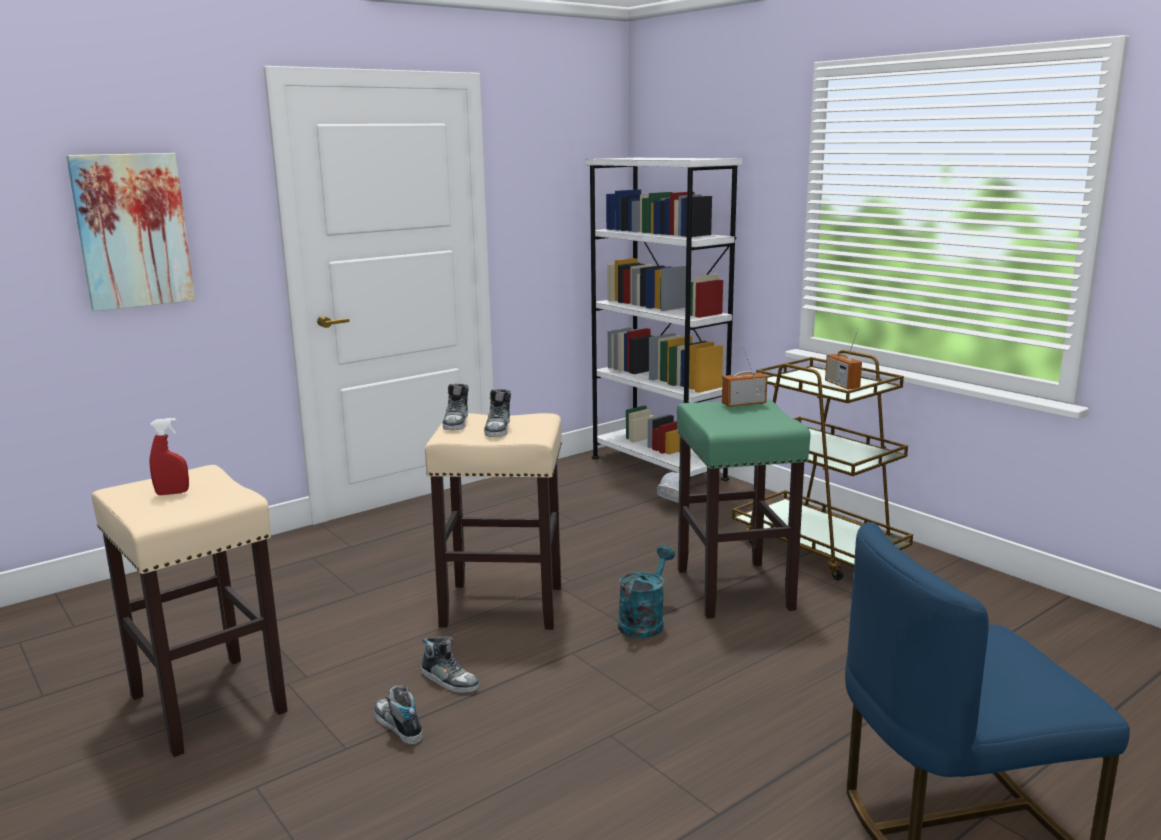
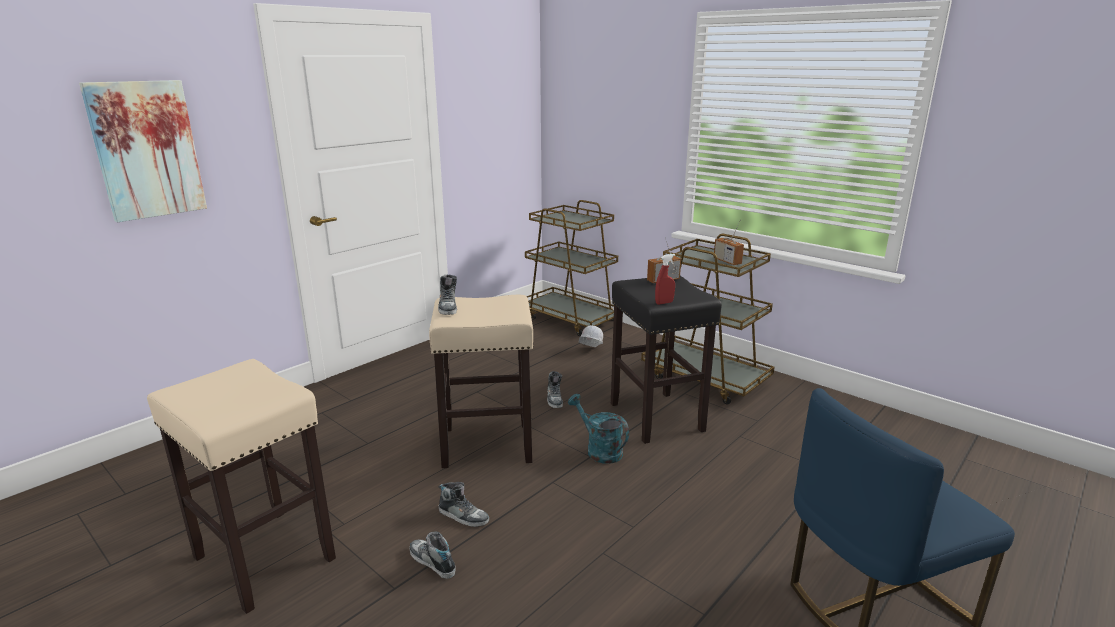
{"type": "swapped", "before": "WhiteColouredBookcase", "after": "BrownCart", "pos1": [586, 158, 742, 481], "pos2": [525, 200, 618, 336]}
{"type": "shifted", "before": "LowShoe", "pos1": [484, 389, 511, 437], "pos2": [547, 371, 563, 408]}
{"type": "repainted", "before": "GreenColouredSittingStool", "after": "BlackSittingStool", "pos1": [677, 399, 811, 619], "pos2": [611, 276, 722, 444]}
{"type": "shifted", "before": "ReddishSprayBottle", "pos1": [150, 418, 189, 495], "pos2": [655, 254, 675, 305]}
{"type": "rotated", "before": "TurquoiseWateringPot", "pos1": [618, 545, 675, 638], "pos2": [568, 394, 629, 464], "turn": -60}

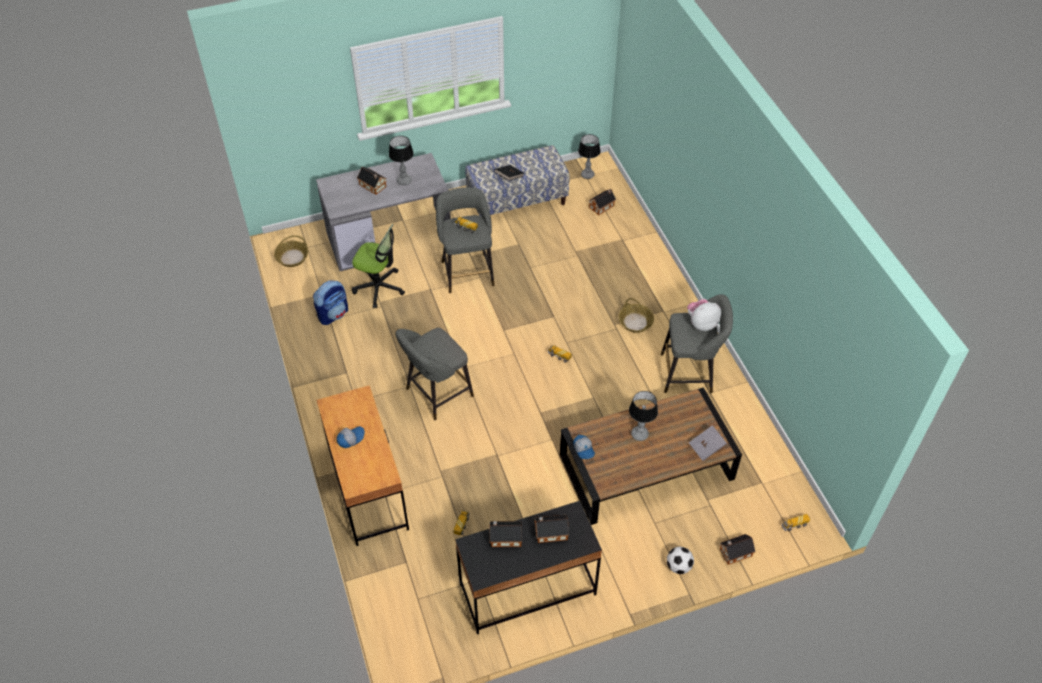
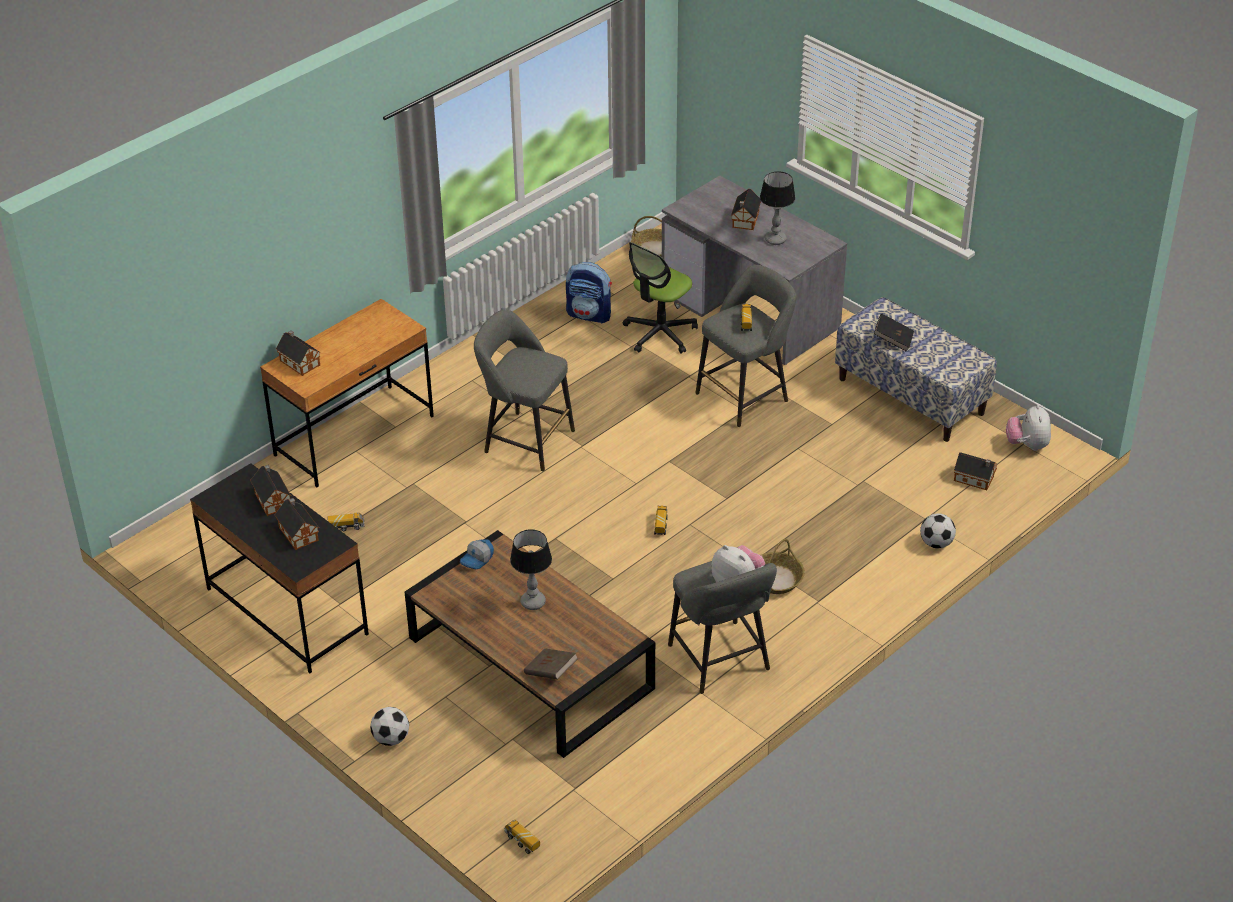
{"type": "swapped", "before": "TabletopLamp", "after": "CuddlyToy", "pos1": [578, 134, 601, 179], "pos2": [1006, 404, 1051, 451]}
{"type": "rotated", "before": "OfficeChair", "pos1": [352, 224, 405, 308], "pos2": [623, 242, 698, 354], "turn": 45}
{"type": "repainted", "before": "GreyVolume", "after": "BrownVolume", "pos1": [689, 425, 727, 461], "pos2": [524, 648, 578, 679]}
{"type": "gone", "before": "PeakedCap", "pos1": [336, 426, 365, 448]}
{"type": "shifted", "before": "ModelHouse", "pos1": [719, 534, 756, 565], "pos2": [276, 330, 321, 376]}
{"type": "new", "after": "BallForFootball", "pos2": [920, 513, 956, 548]}

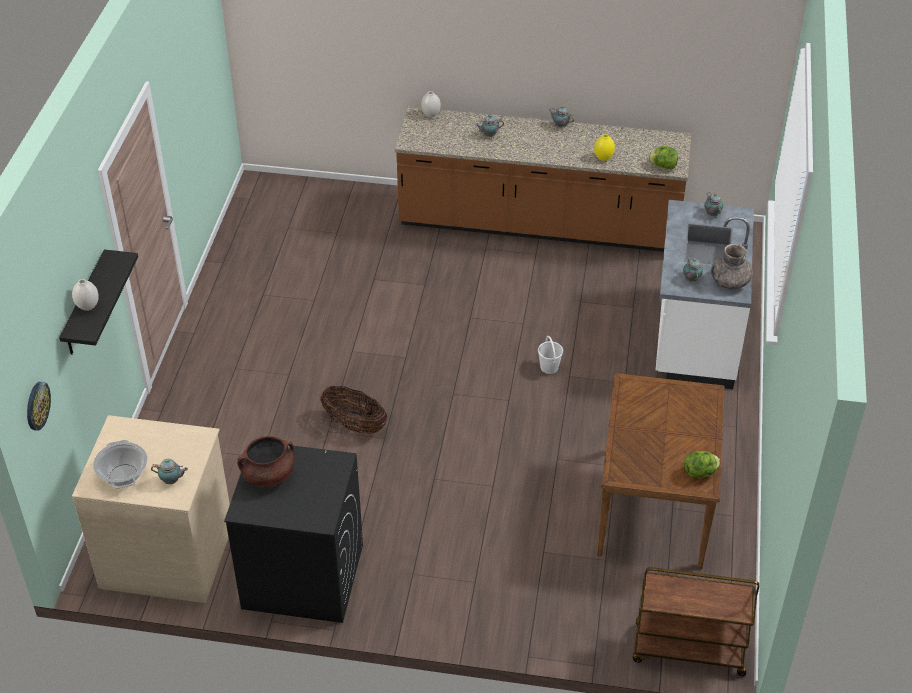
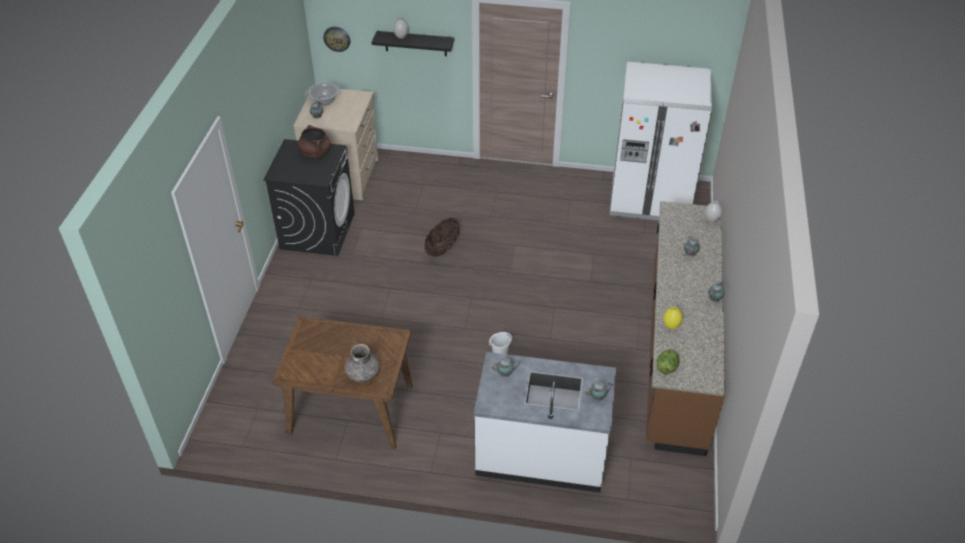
{"type": "shifted", "before": "GreyFlowerVase", "pos1": [711, 244, 753, 289], "pos2": [345, 344, 380, 383]}
{"type": "gone", "before": "Lettuce", "pos1": [684, 451, 720, 478]}
{"type": "gone", "before": "BrownCart", "pos1": [633, 567, 759, 676]}
{"type": "new", "after": "WhiteColouredKitchenFridge", "pos2": [609, 62, 712, 220]}

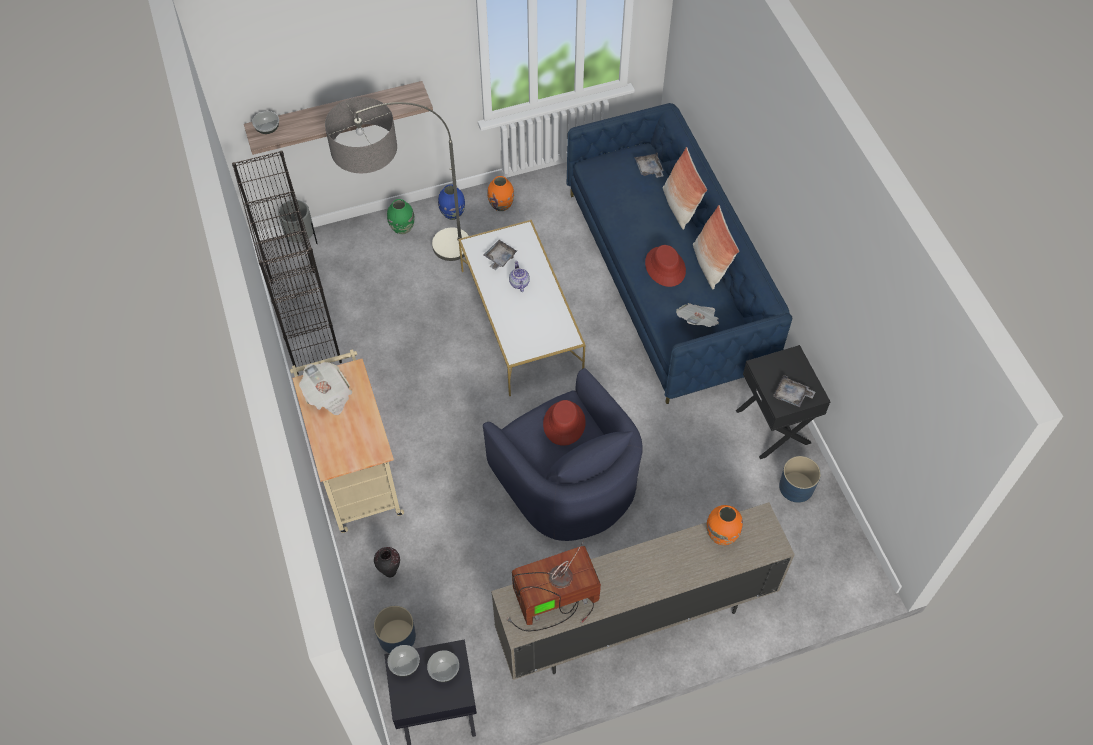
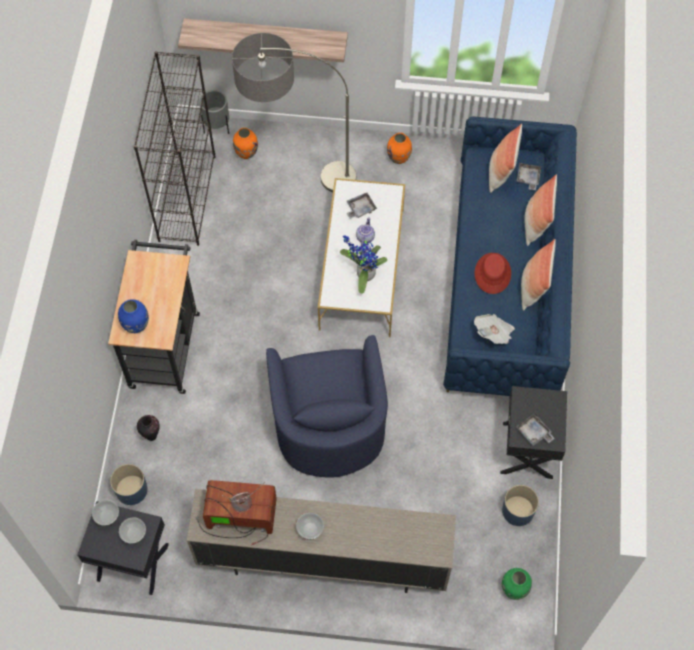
{"type": "shifted", "before": "ServingBowl", "pos1": [252, 111, 279, 134], "pos2": [296, 513, 324, 540]}
{"type": "shifted", "before": "BlueColouredFlowerVase", "pos1": [438, 184, 465, 220], "pos2": [118, 299, 149, 333]}
{"type": "shifted", "before": "GreenColouredFlowerVase", "pos1": [387, 199, 415, 234], "pos2": [502, 568, 532, 600]}
{"type": "repainted", "before": "SandColouredCart", "after": "BlackCart", "pos1": [290, 349, 404, 533], "pos2": [108, 240, 200, 394]}
{"type": "gone", "before": "Newspaper", "pos1": [299, 362, 352, 415]}
{"type": "gone", "before": "ReddishClothingHat", "pos1": [543, 400, 586, 446]}
{"type": "shifted", "before": "OrangeyFlowerVase", "pos1": [706, 505, 743, 545], "pos2": [233, 128, 258, 159]}
{"type": "new", "after": "Cushion", "pos2": [489, 124, 522, 193]}
{"type": "new", "after": "PlantInAPot", "pos2": [340, 234, 387, 294]}

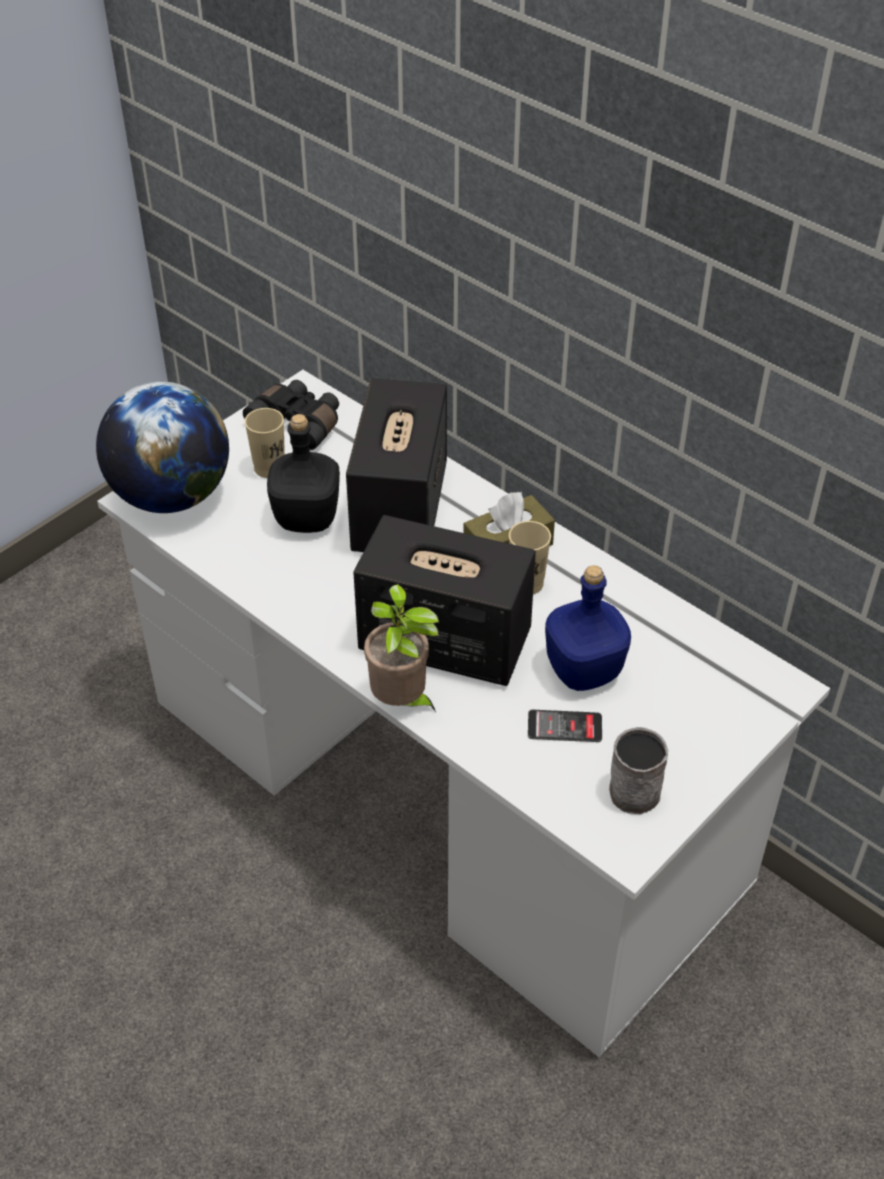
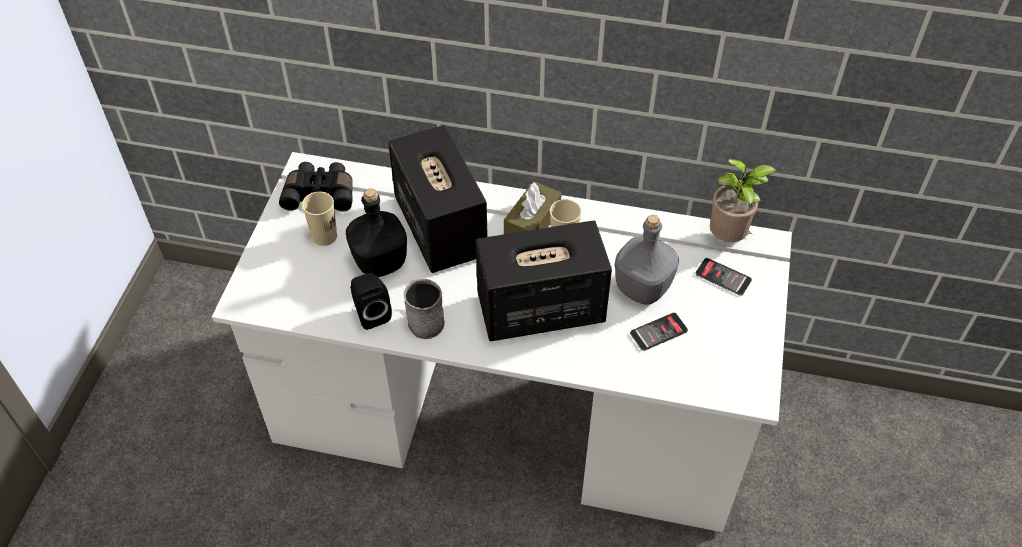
{"type": "gone", "before": "DeskGlobe", "pos1": [96, 382, 229, 513]}
{"type": "repainted", "before": "BlueColouredBottle", "after": "GreyBottle", "pos1": [545, 565, 631, 691], "pos2": [615, 215, 679, 305]}
{"type": "shifted", "before": "PlantInAPot", "pos1": [364, 584, 439, 712], "pos2": [710, 159, 776, 242]}
{"type": "shifted", "before": "GreyMug", "pos1": [609, 727, 668, 814], "pos2": [404, 279, 445, 339]}
{"type": "new", "after": "Phone", "pos2": [695, 258, 752, 296]}
{"type": "new", "after": "BlackAudioSpeaker", "pos2": [350, 273, 392, 330]}

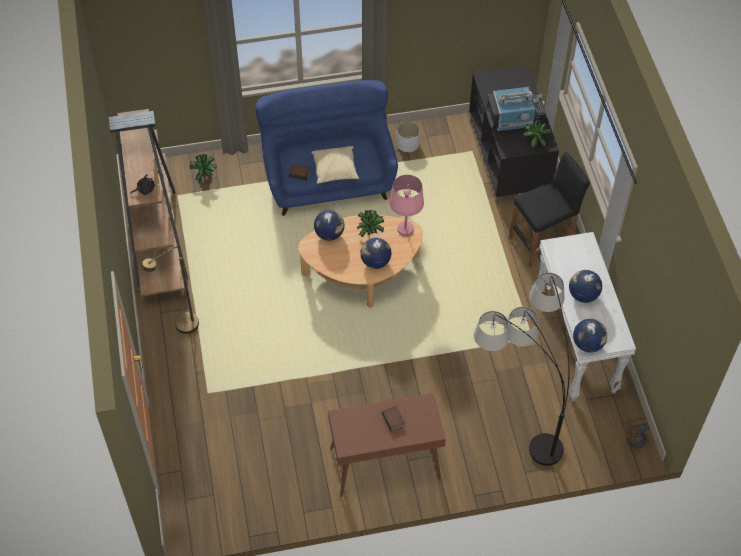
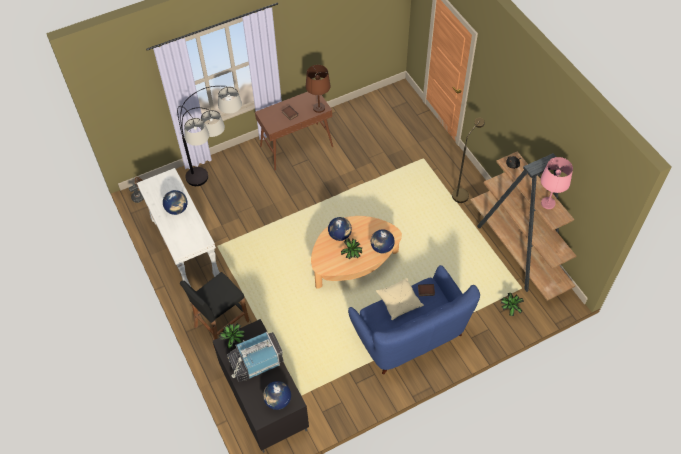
{"type": "gone", "before": "WhiteColouredPlantPot", "pos1": [397, 121, 420, 152]}
{"type": "shifted", "before": "PinkColouredTabletopLamp", "pos1": [390, 175, 424, 236], "pos2": [541, 157, 573, 209]}
{"type": "shifted", "before": "DeskGlobe", "pos1": [573, 319, 607, 352], "pos2": [263, 381, 291, 410]}
{"type": "new", "after": "BrownTabletopLamp", "pos2": [306, 65, 331, 113]}

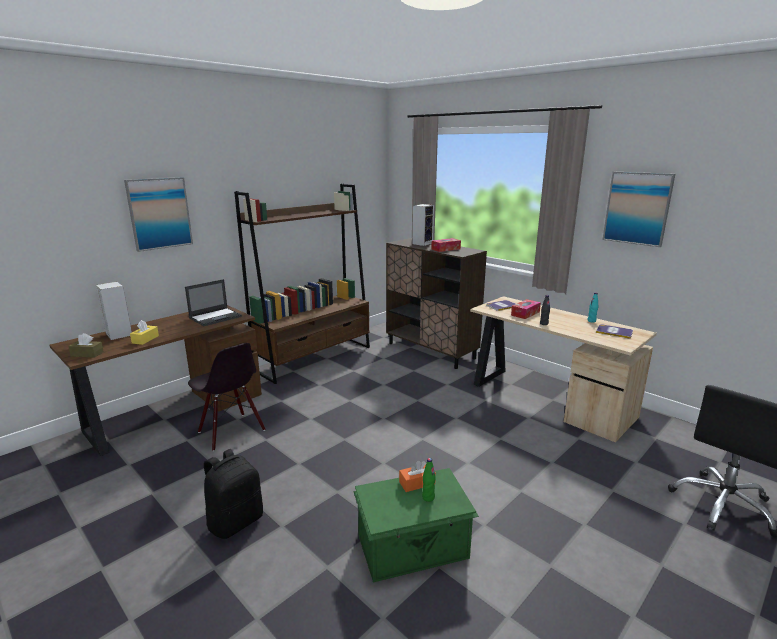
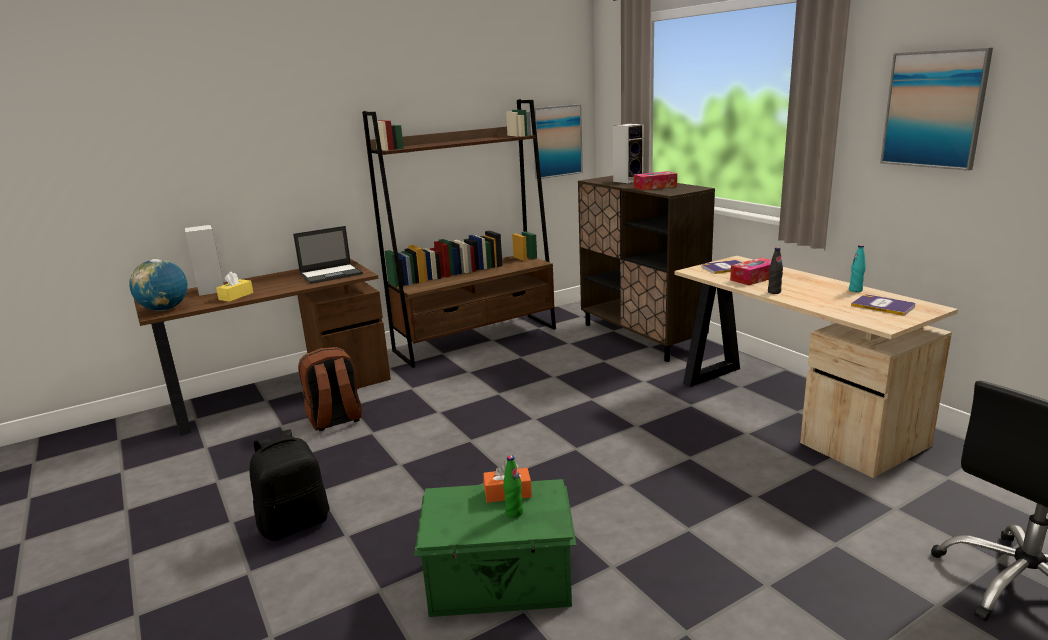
{"type": "shifted", "before": "WallPicture", "pos1": [124, 177, 193, 252], "pos2": [534, 104, 583, 179]}
{"type": "swapped", "before": "BrownBoxOfTissues", "after": "DeskGlobe", "pos1": [68, 333, 104, 358], "pos2": [129, 259, 188, 311]}
{"type": "swapped", "before": "BlackPlainChair", "after": "BrownBackpack", "pos1": [188, 343, 266, 451], "pos2": [298, 347, 362, 431]}

